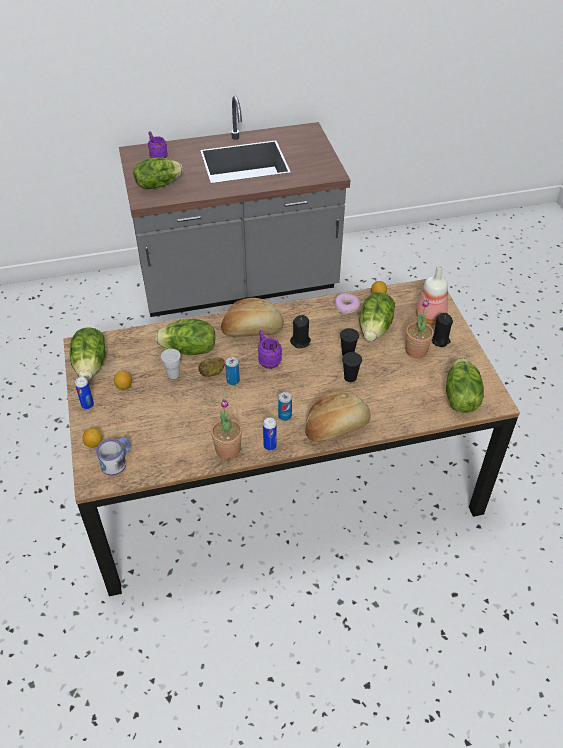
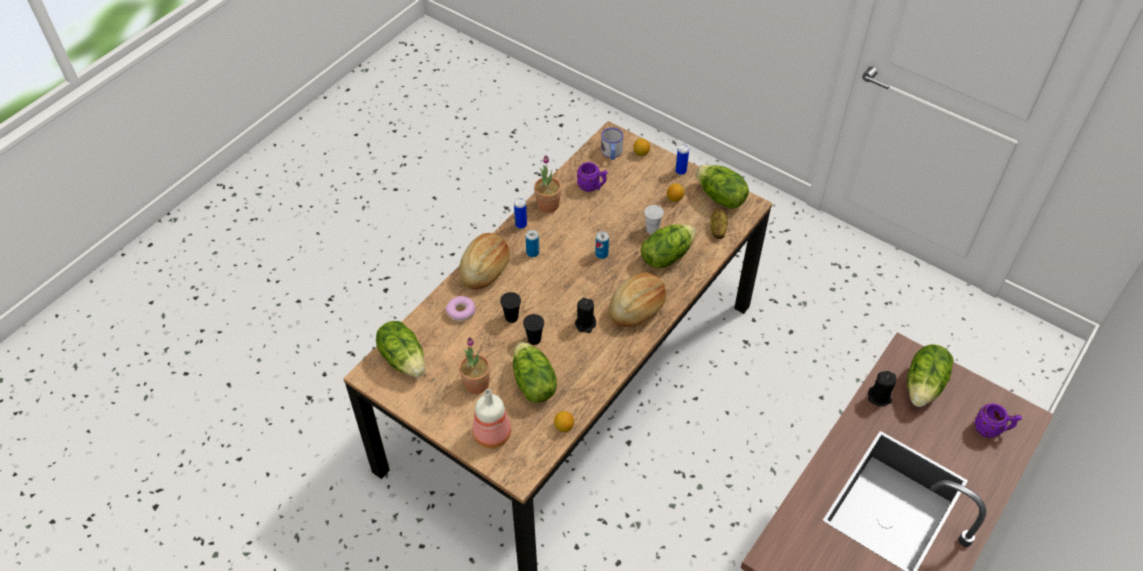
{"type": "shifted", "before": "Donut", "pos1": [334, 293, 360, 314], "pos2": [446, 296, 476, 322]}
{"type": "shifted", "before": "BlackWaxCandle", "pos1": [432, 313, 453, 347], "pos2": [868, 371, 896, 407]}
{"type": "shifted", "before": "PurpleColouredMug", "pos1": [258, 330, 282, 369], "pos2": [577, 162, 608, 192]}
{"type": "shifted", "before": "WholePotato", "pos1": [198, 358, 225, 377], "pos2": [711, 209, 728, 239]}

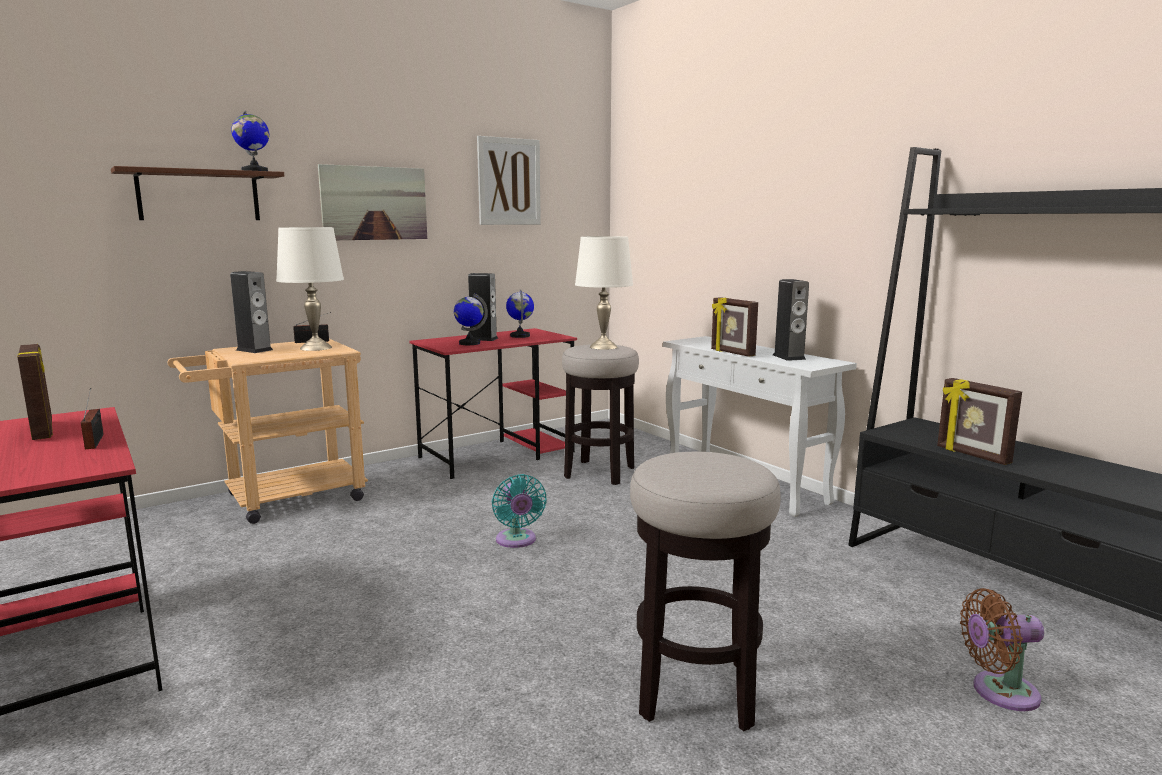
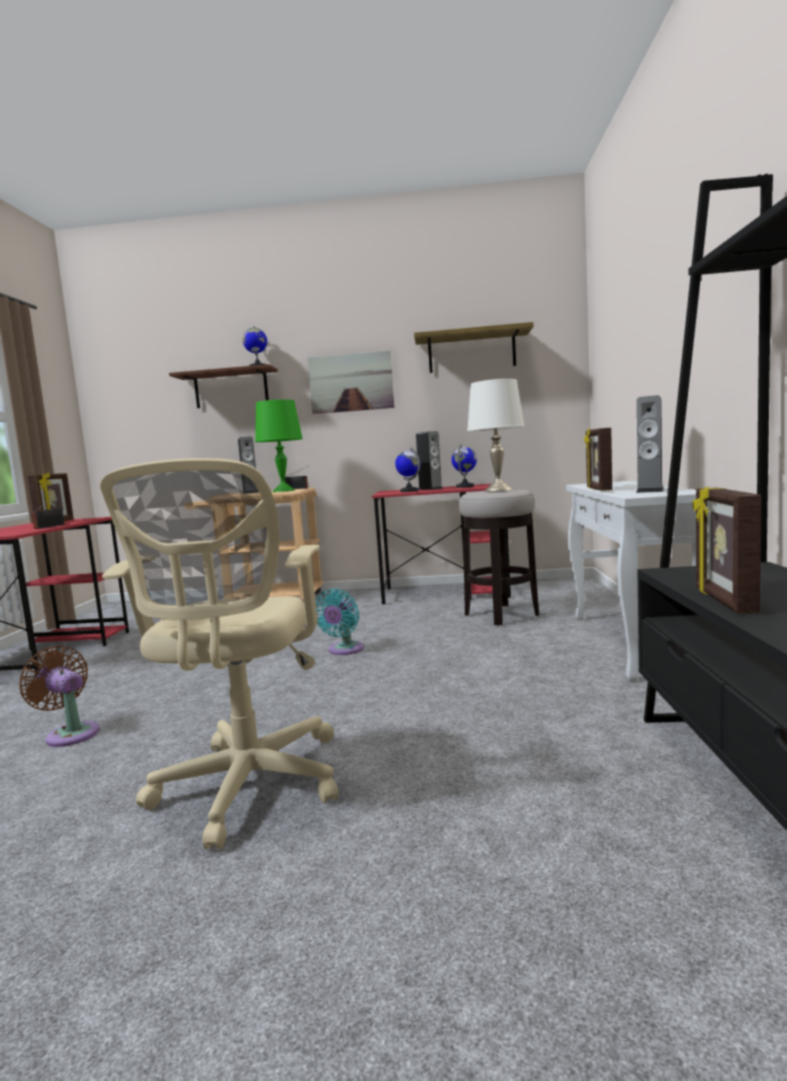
{"type": "swapped", "before": "WallPicture", "after": "Shelf", "pos1": [477, 136, 541, 225], "pos2": [414, 322, 534, 373]}
{"type": "repainted", "before": "WhiteColouredTabletopLamp", "after": "GreenColouredTabletopLamp", "pos1": [276, 227, 344, 351], "pos2": [255, 399, 303, 492]}
{"type": "swapped", "before": "SittingStool", "after": "SandColouredOfficeChair", "pos1": [630, 452, 781, 731], "pos2": [100, 458, 338, 849]}
{"type": "shifted", "before": "BrownFan", "pos1": [960, 588, 1044, 711], "pos2": [19, 646, 100, 747]}

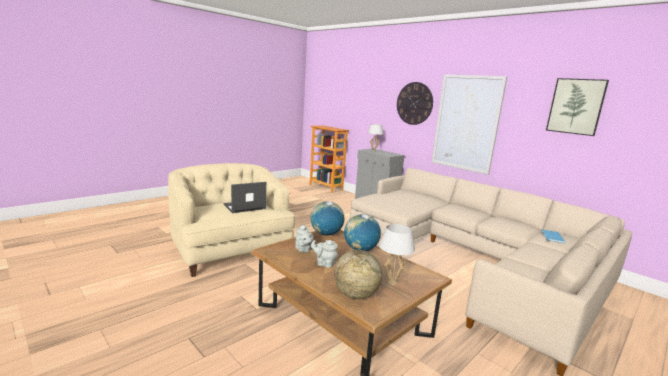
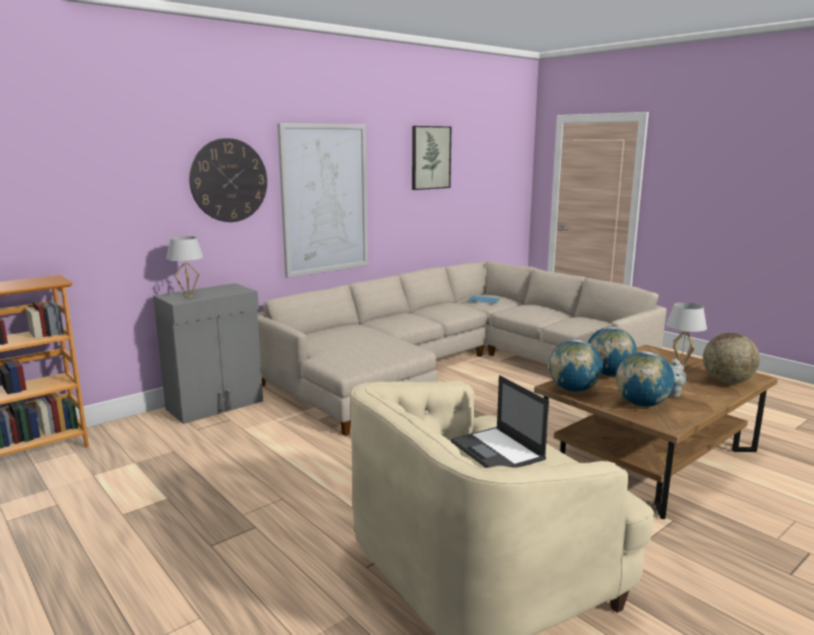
{"type": "swapped", "before": "GreyTeapot", "after": "DeskGlobe", "pos1": [295, 224, 314, 252], "pos2": [616, 351, 674, 407]}

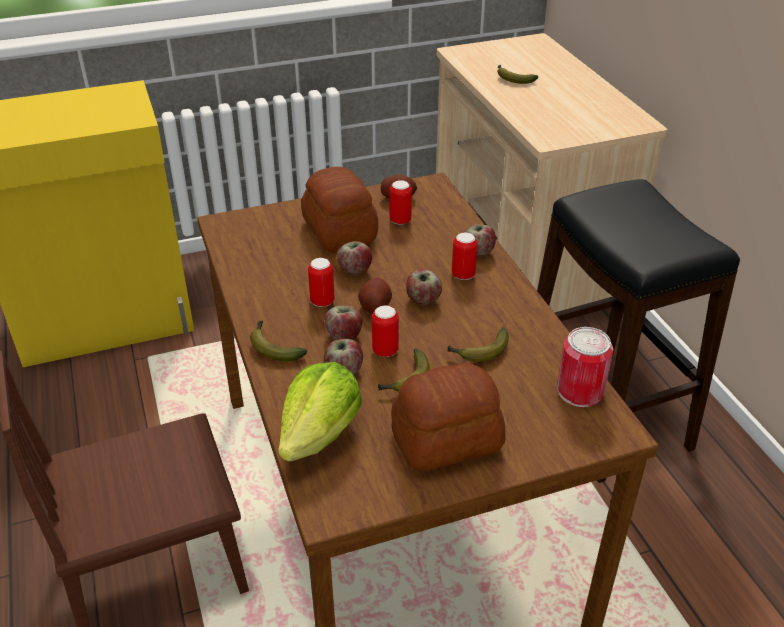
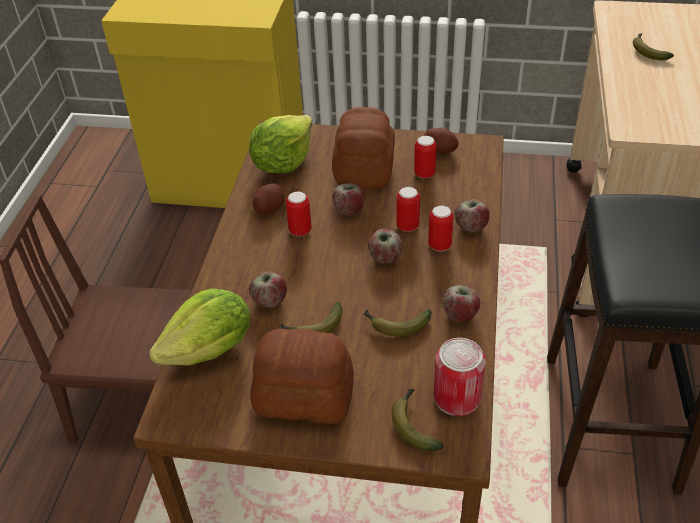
{"type": "shifted", "before": "WholePotato", "pos1": [358, 278, 392, 314], "pos2": [253, 183, 284, 215]}
{"type": "shifted", "before": "AppleFruit", "pos1": [325, 305, 362, 340], "pos2": [443, 285, 480, 323]}
{"type": "shifted", "before": "Can", "pos1": [372, 305, 399, 357], "pos2": [396, 187, 420, 232]}
{"type": "shifted", "before": "Banana", "pos1": [250, 320, 307, 361], "pos2": [391, 389, 443, 451]}
{"type": "new", "after": "Lettuce", "pos2": [249, 115, 313, 173]}

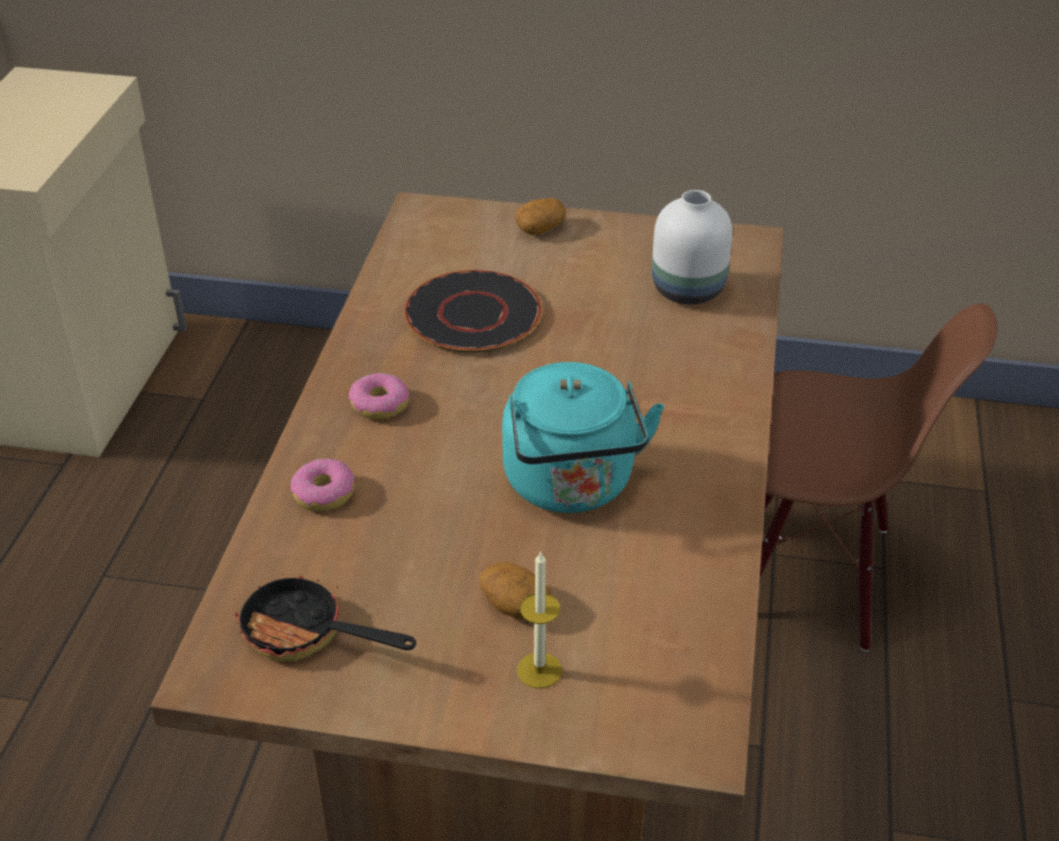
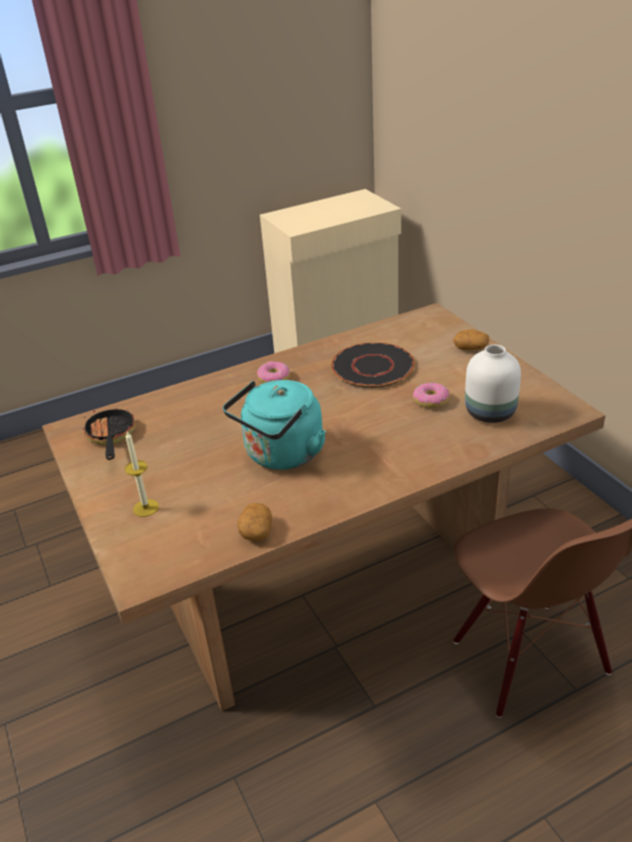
{"type": "shifted", "before": "Donut", "pos1": [291, 459, 355, 511], "pos2": [413, 383, 450, 409]}
{"type": "shifted", "before": "WholePotato", "pos1": [480, 562, 551, 619], "pos2": [237, 503, 272, 541]}

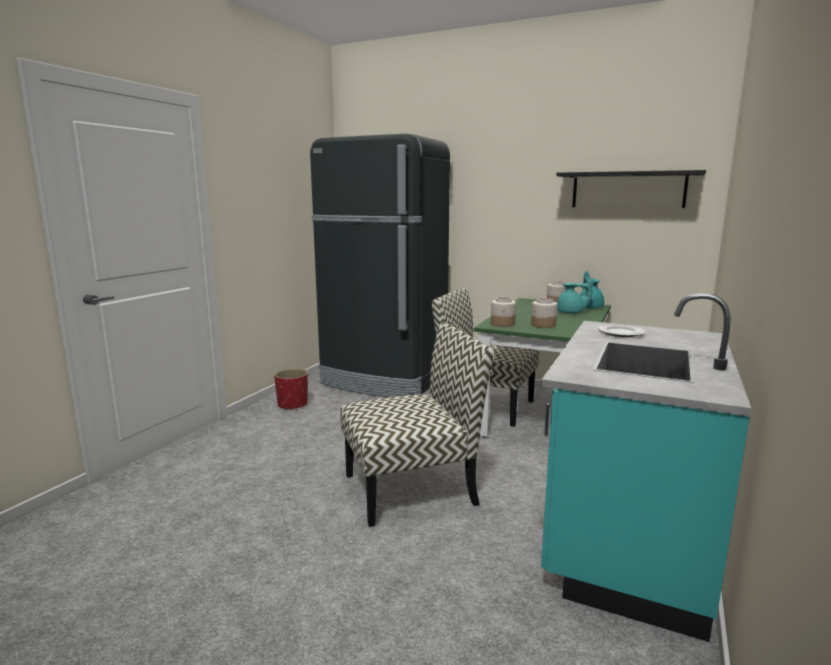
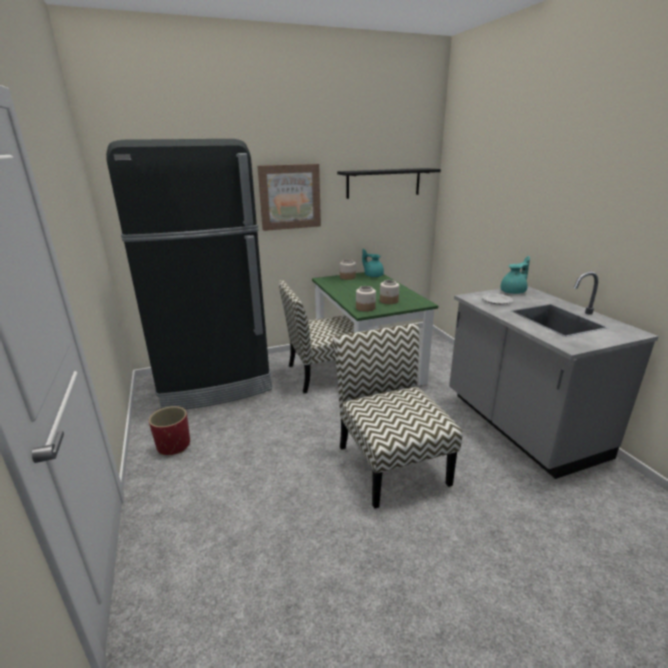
{"type": "shifted", "before": "TurquoiseTeapot", "pos1": [557, 278, 593, 314], "pos2": [501, 256, 530, 294]}
{"type": "repainted", "before": "TurquoiseKitchenBaseUnit", "after": "GreyKitchenBaseUnit", "pos1": [541, 293, 751, 642], "pos2": [449, 272, 659, 479]}
{"type": "rotated", "before": "PlainChair", "pos1": [340, 322, 494, 527], "pos2": [333, 323, 463, 509], "turn": -45}
{"type": "new", "after": "WallPicture", "pos2": [257, 164, 321, 231]}

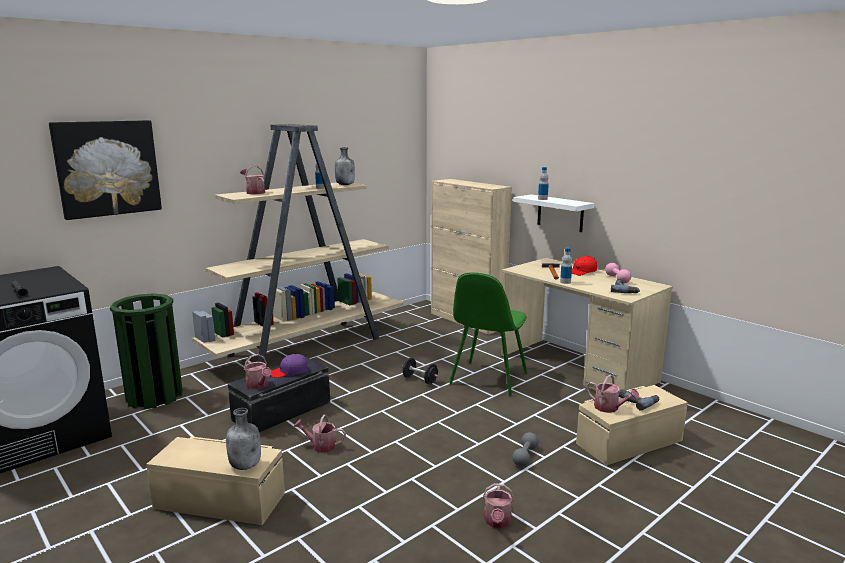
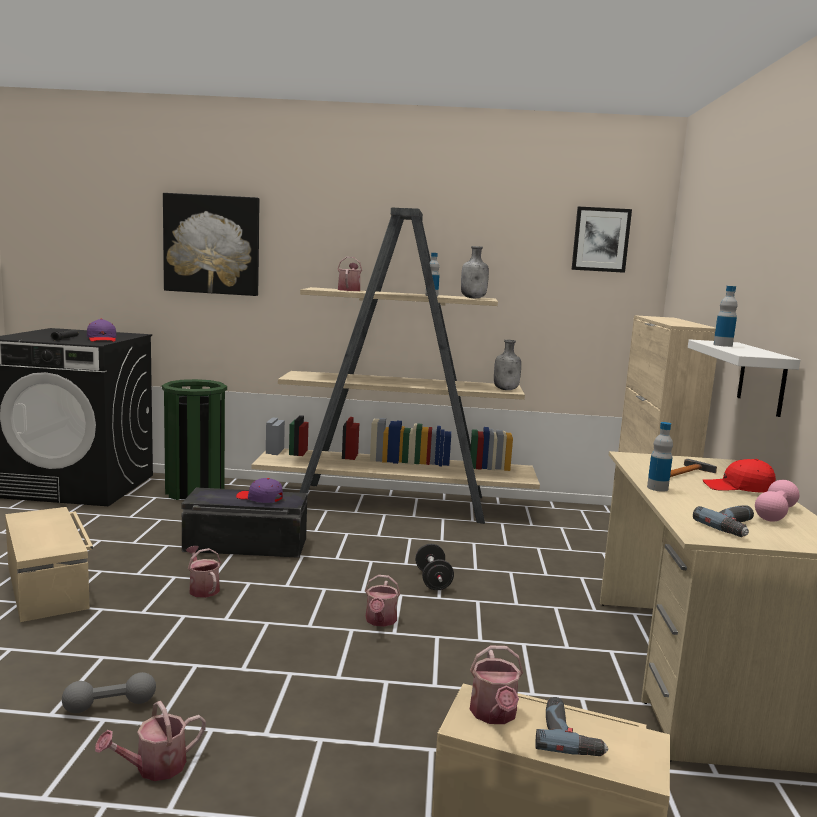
{"type": "gone", "before": "GreenColouredPlainChair", "pos1": [449, 272, 528, 396]}
{"type": "shifted", "before": "WateringPot", "pos1": [244, 354, 272, 389], "pos2": [365, 575, 400, 627]}
{"type": "shifted", "before": "GreyBottle", "pos1": [226, 408, 261, 470], "pos2": [494, 340, 521, 390]}
{"type": "shifted", "before": "GreyFreeWeight", "pos1": [512, 432, 538, 467], "pos2": [62, 672, 156, 713]}
{"type": "new", "after": "WallPicture", "pos2": [571, 207, 632, 273]}
{"type": "new", "after": "PurpleColouredPeakedCap", "pos2": [87, 319, 117, 342]}

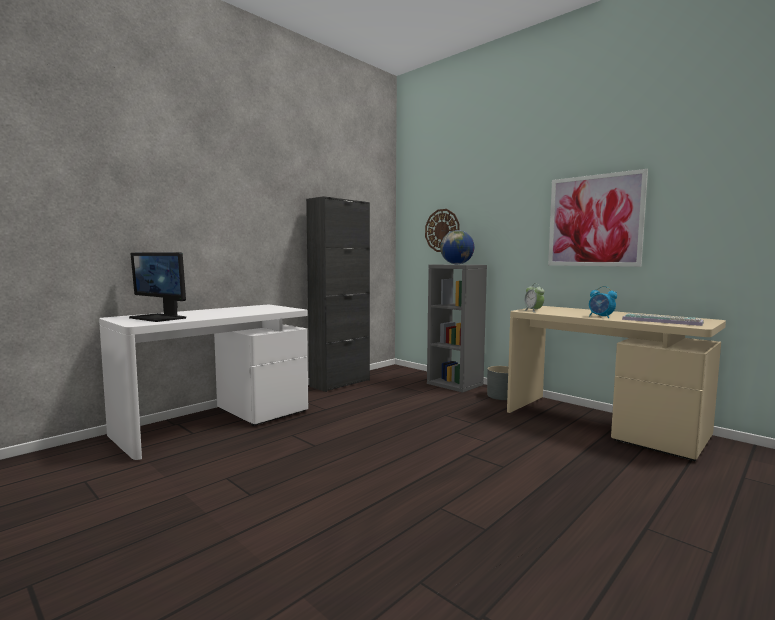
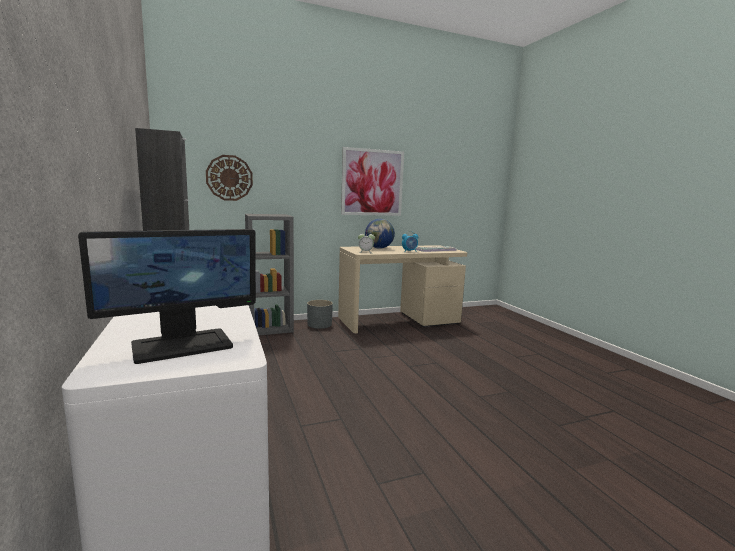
{"type": "shifted", "before": "DeskGlobe", "pos1": [440, 230, 474, 264], "pos2": [365, 219, 395, 249]}

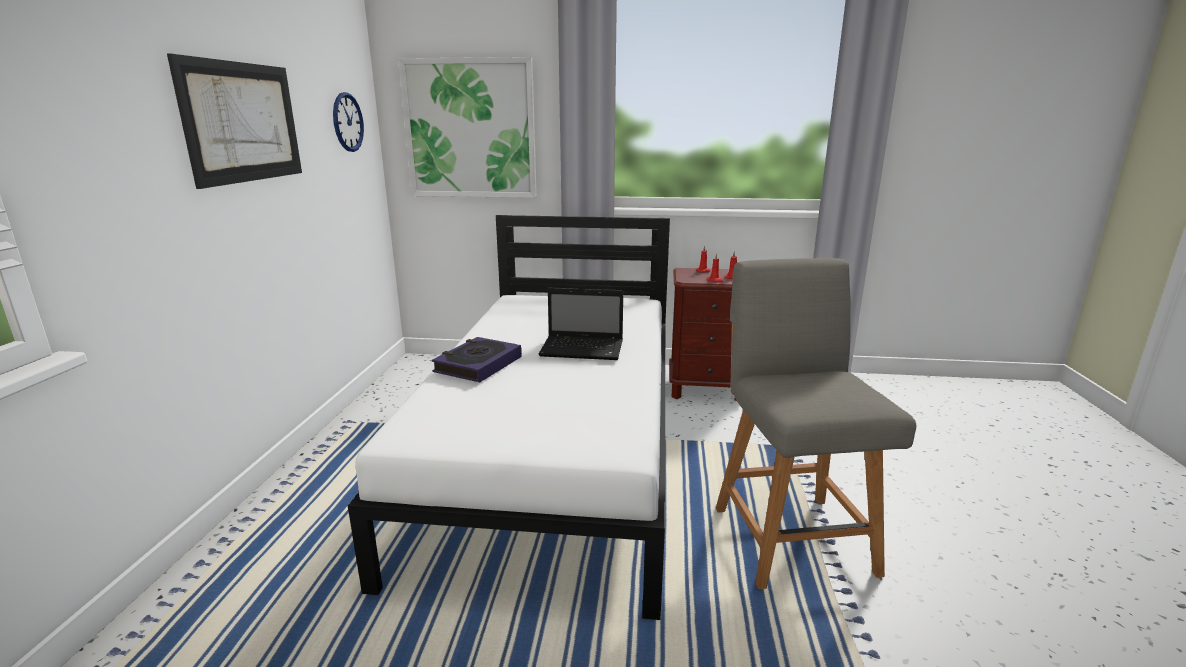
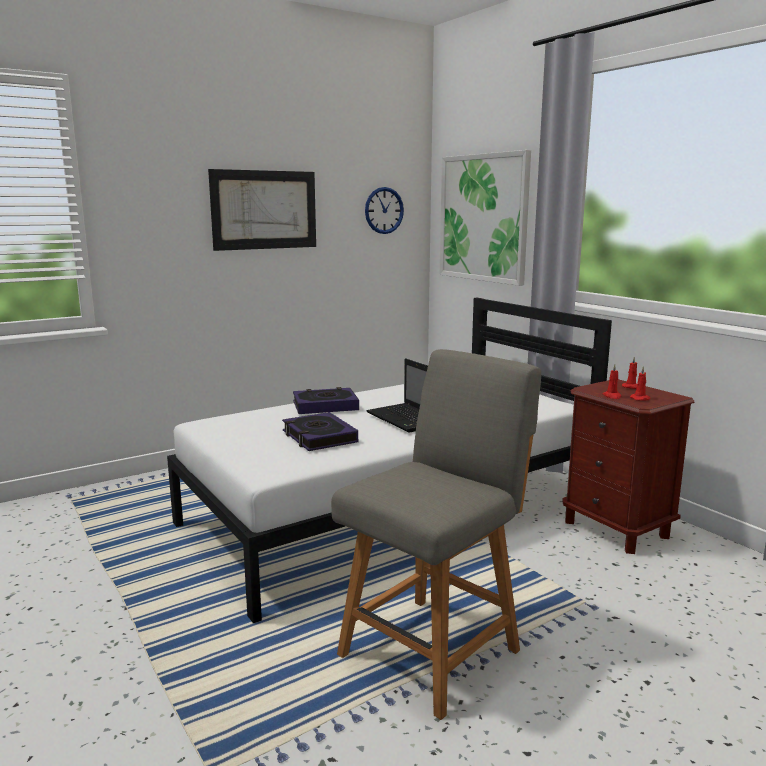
{"type": "new", "after": "Volume", "pos2": [282, 412, 358, 451]}

